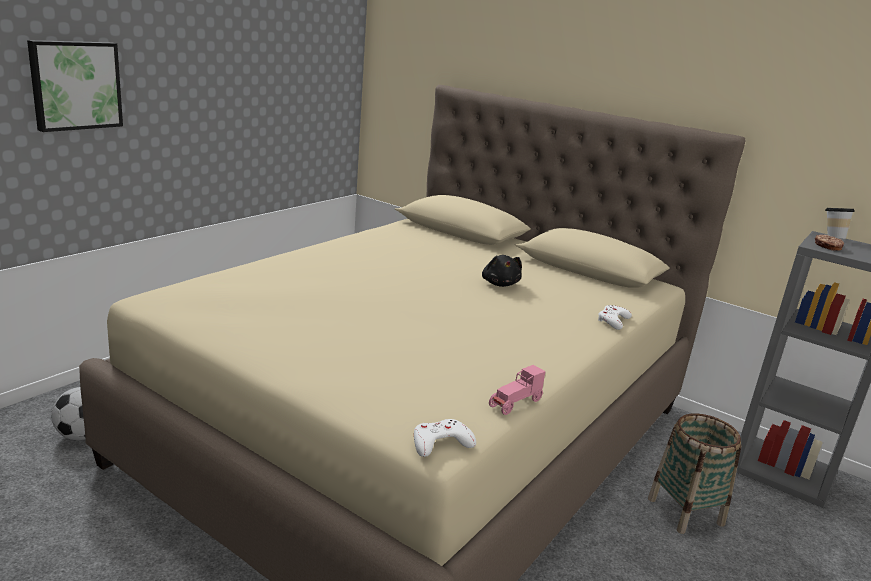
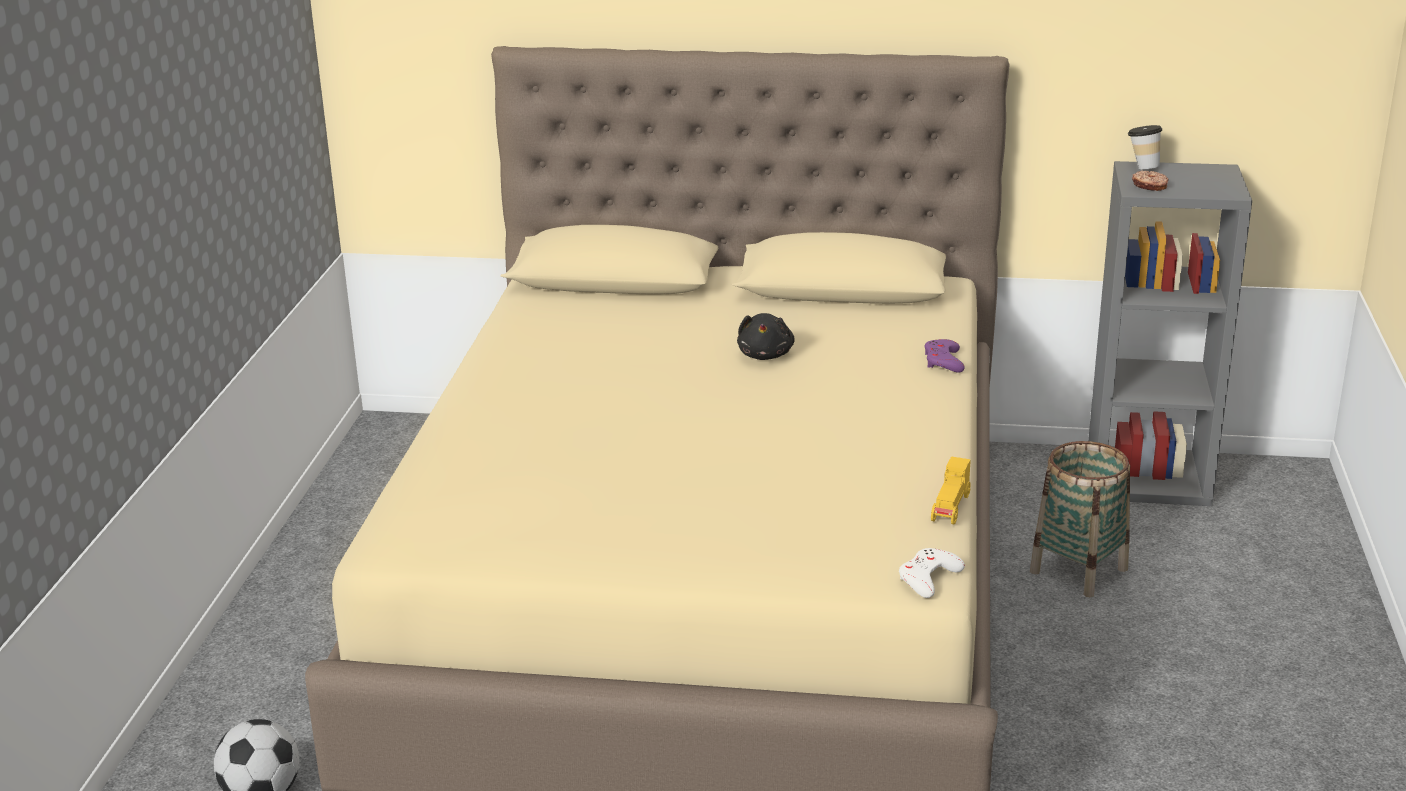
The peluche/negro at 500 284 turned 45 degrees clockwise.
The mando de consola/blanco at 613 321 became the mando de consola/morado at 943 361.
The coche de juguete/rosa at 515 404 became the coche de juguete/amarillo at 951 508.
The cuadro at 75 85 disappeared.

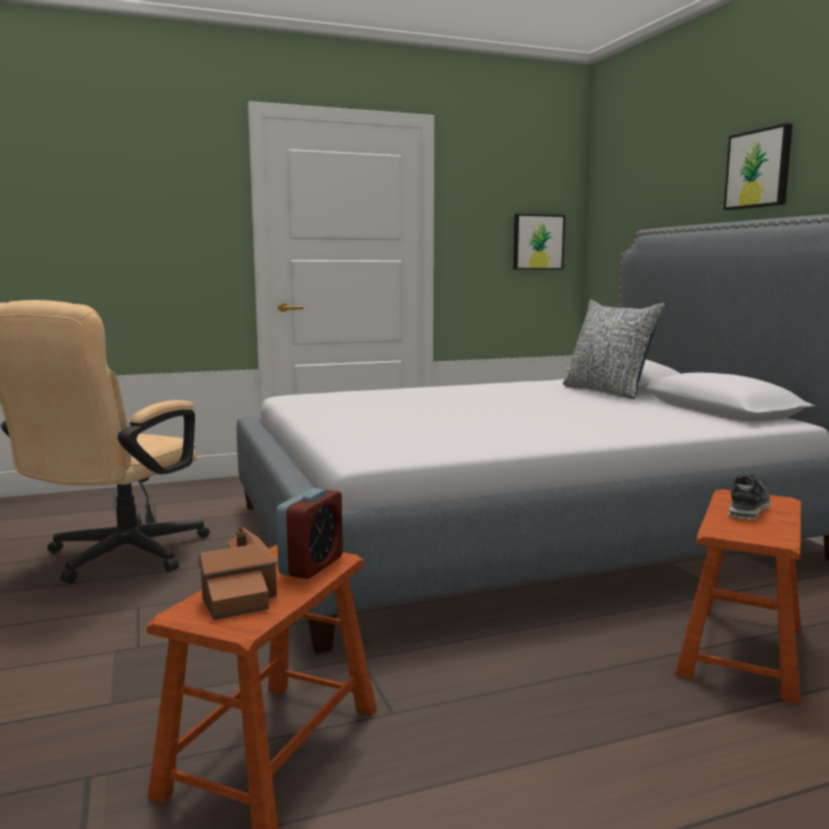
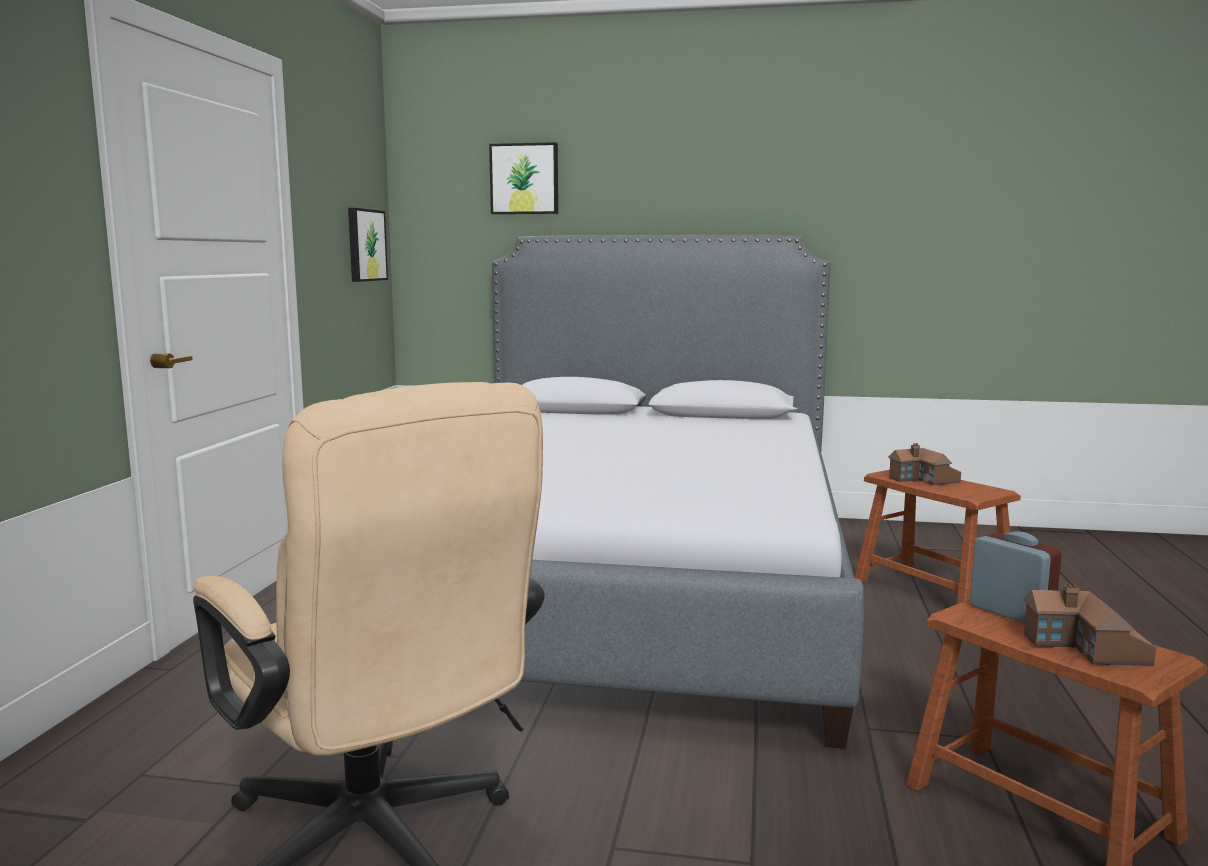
The cuadro moved from 759 169 to 524 179.
The zapato at 747 508 was replaced by the casita at 924 480.
The cojín at 608 392 disappeared.

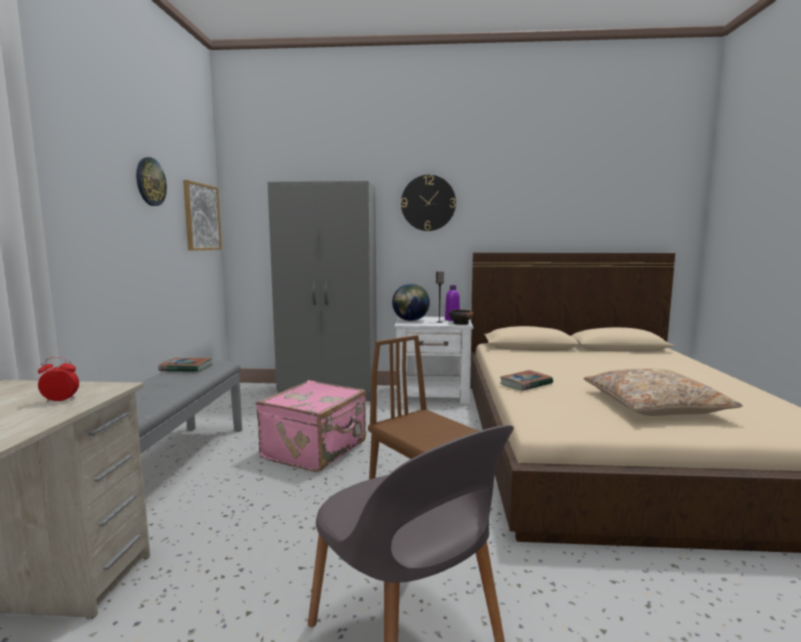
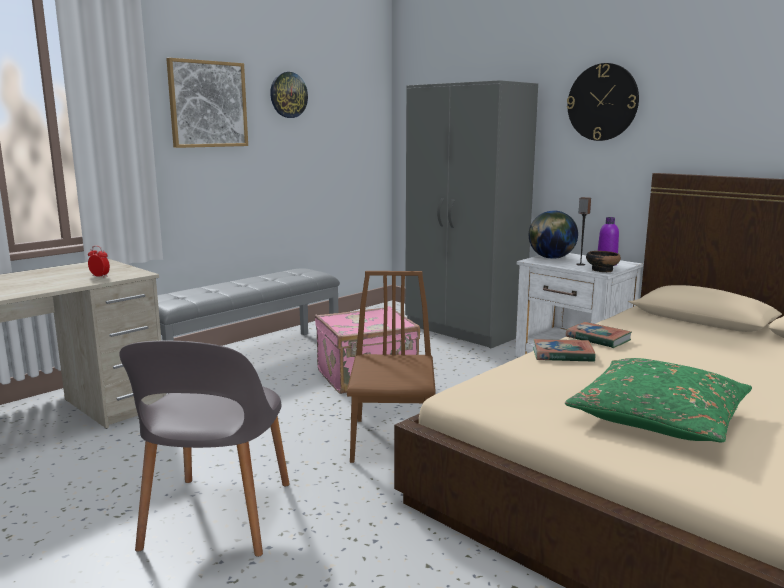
The cuadro moved from 201 217 to 208 104.
The cojín/beis at 654 406 became the cojín/verde at 657 417.
The libro moved from 186 368 to 598 339.

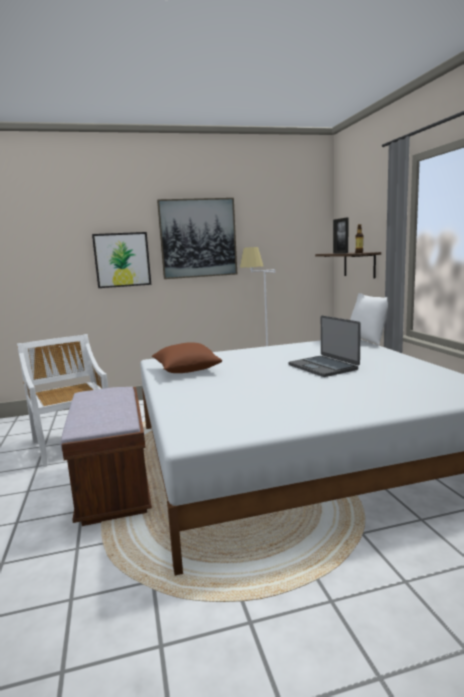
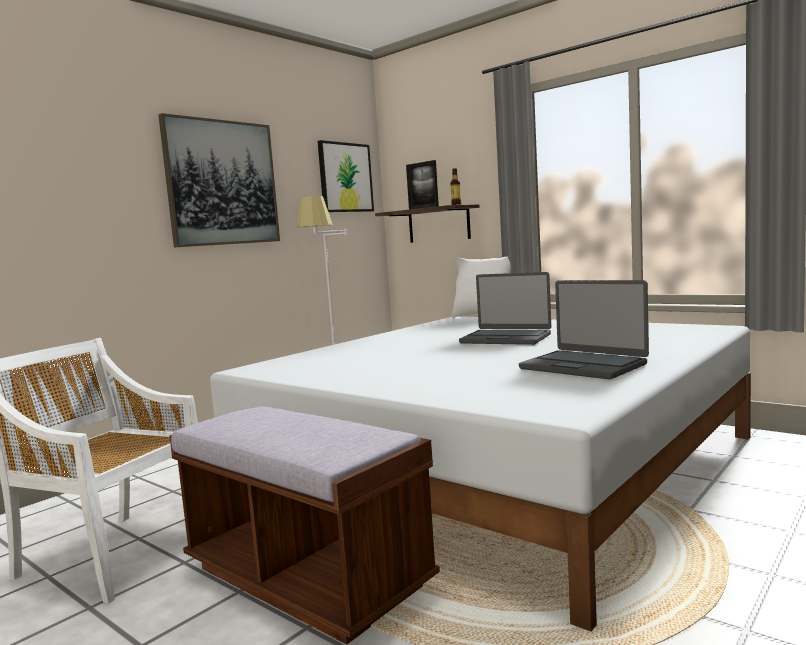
The cuadro moved from 122 260 to 345 177.
The portátil at 583 366 appeared.
The cojín/marrón at 186 370 disappeared.

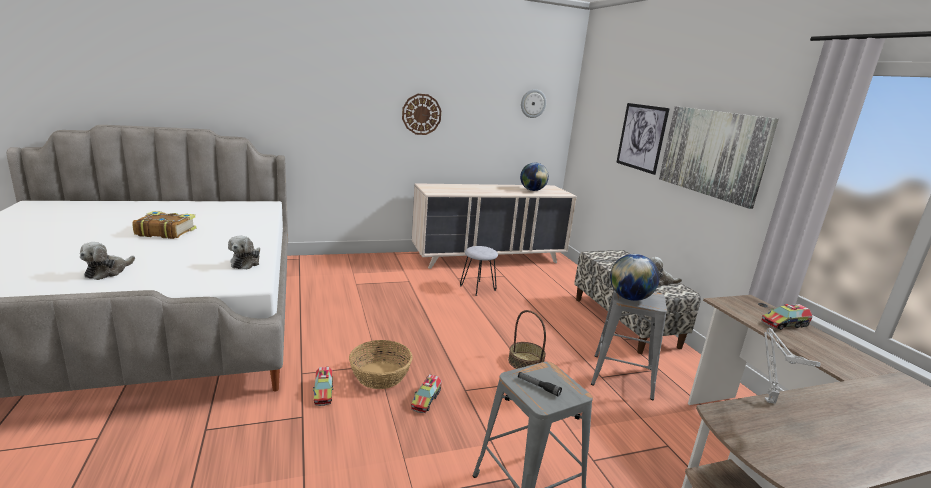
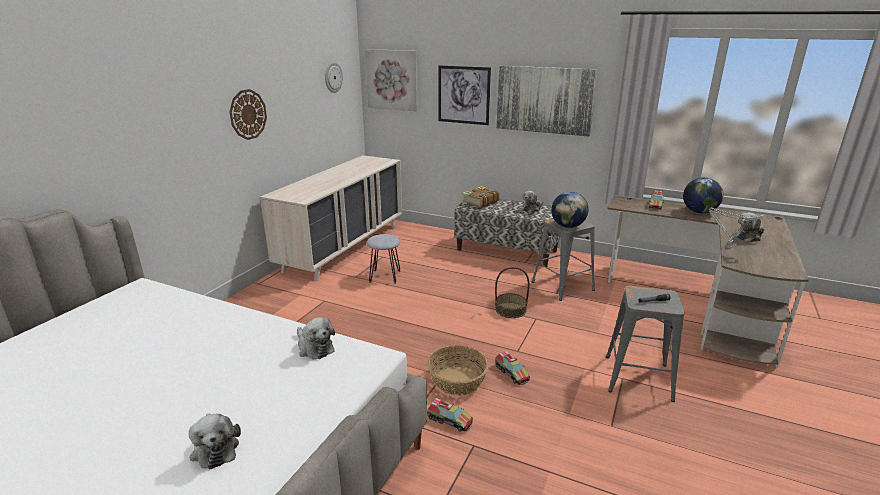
The cuadro at 392 80 appeared.
The libro moved from 165 232 to 479 202.
The globo terráqueo moved from 532 190 to 699 212.
The peluche at 748 236 appeared.

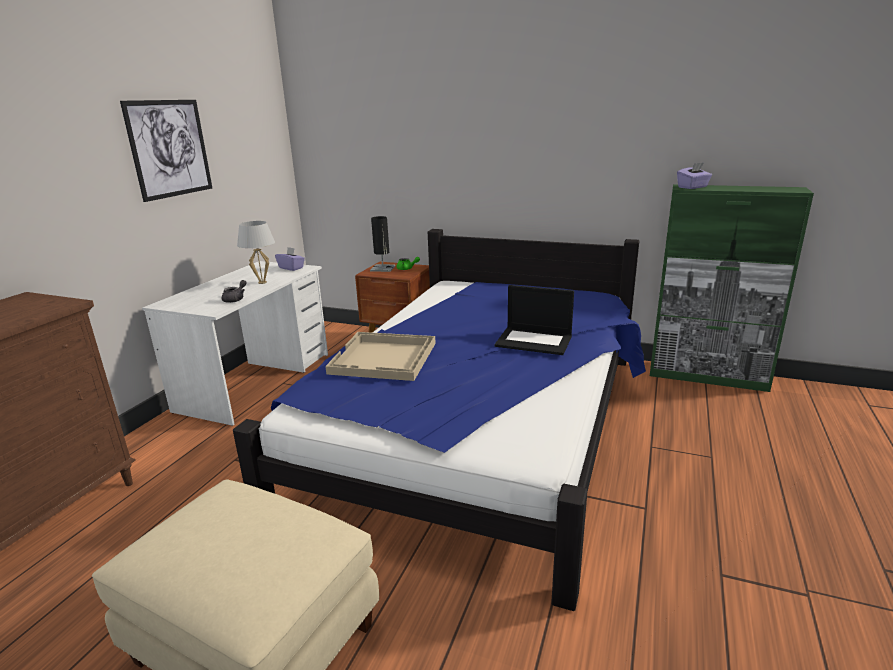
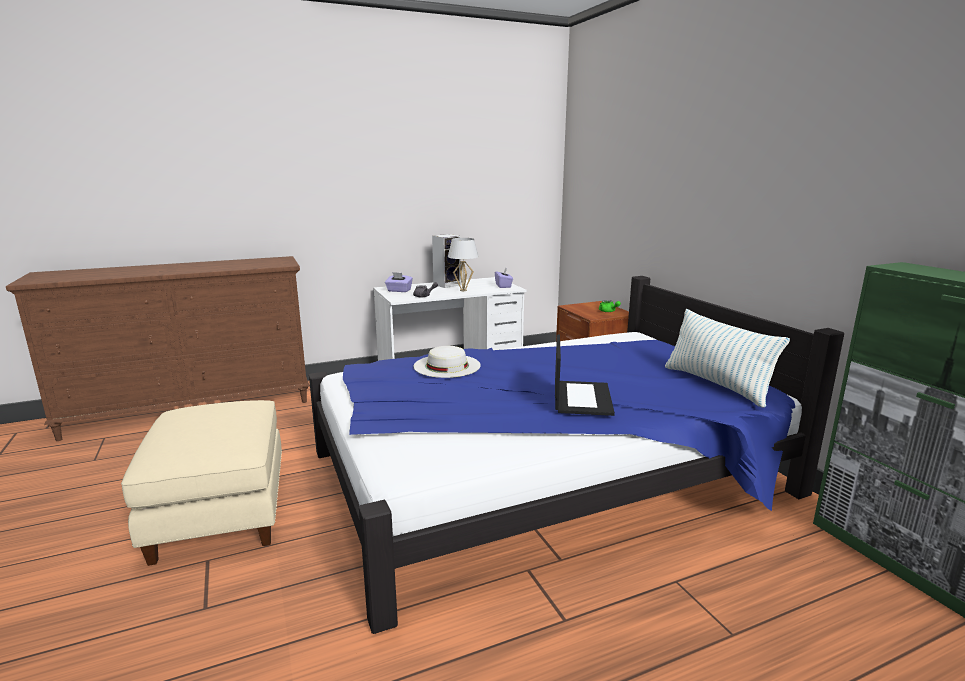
The caja de pañuelos/morado moved from 693 187 to 399 290.
The bandeja/beis at 384 358 was replaced by the sombrero/blanco at 447 365.
The altavoz at 447 284 appeared.
The portátil at 535 341 turned 150 degrees counterclockwise.
The cojín at 716 384 appeared.
The cuadro at 170 148 disappeared.
The lámpara de mesa/negro at 382 268 disappeared.

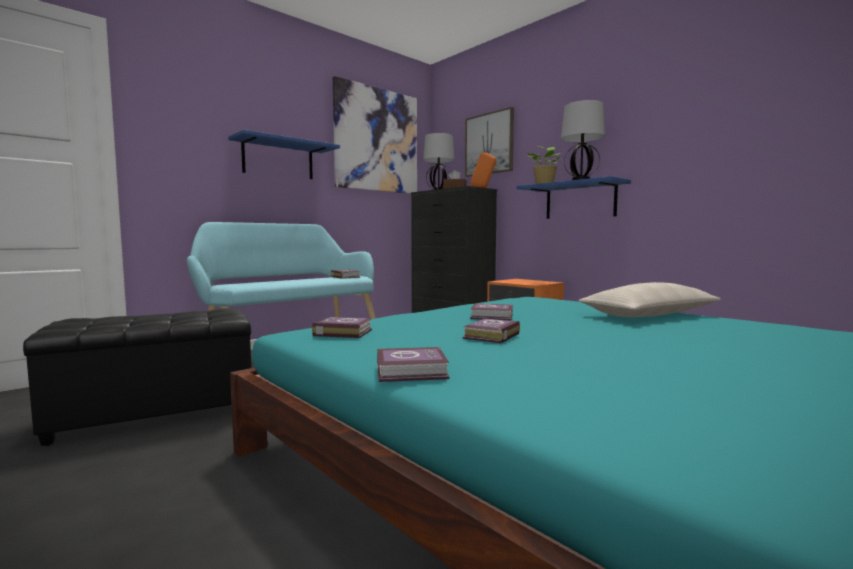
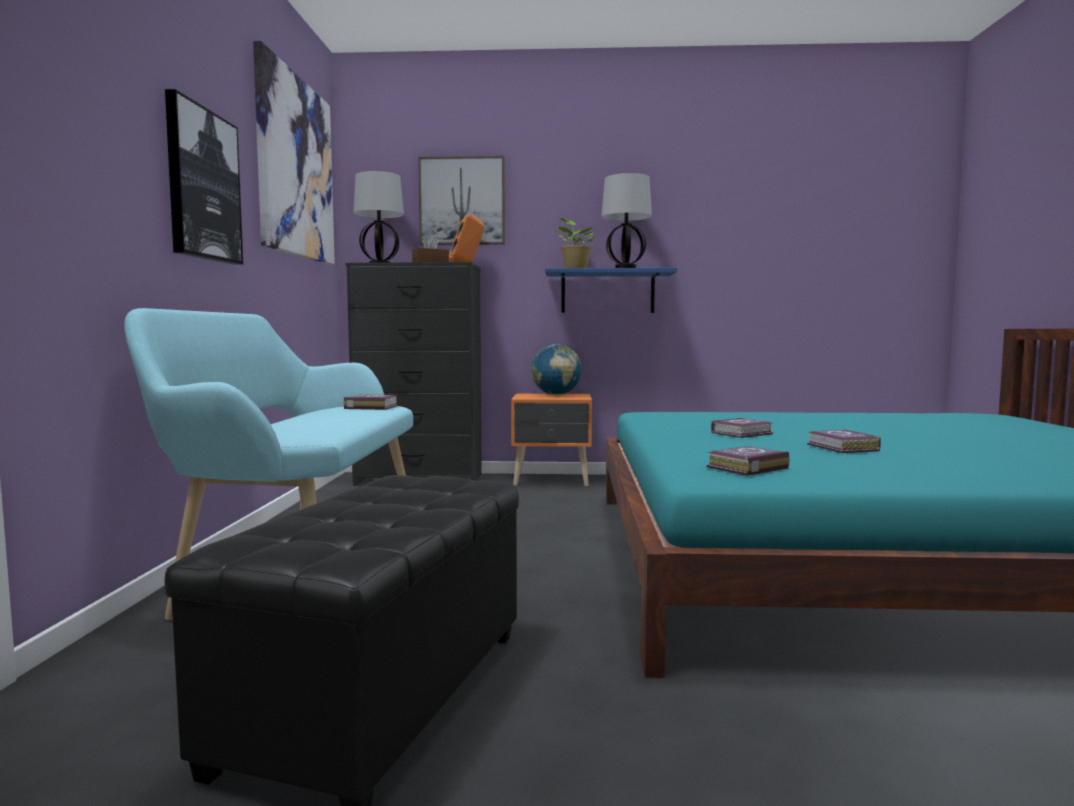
The estante/azul at 278 160 was replaced by the cuadro at 202 185.
The globo terráqueo at 556 395 appeared.
The libro at 413 372 disappeared.
The cojín/beis at 649 315 disappeared.

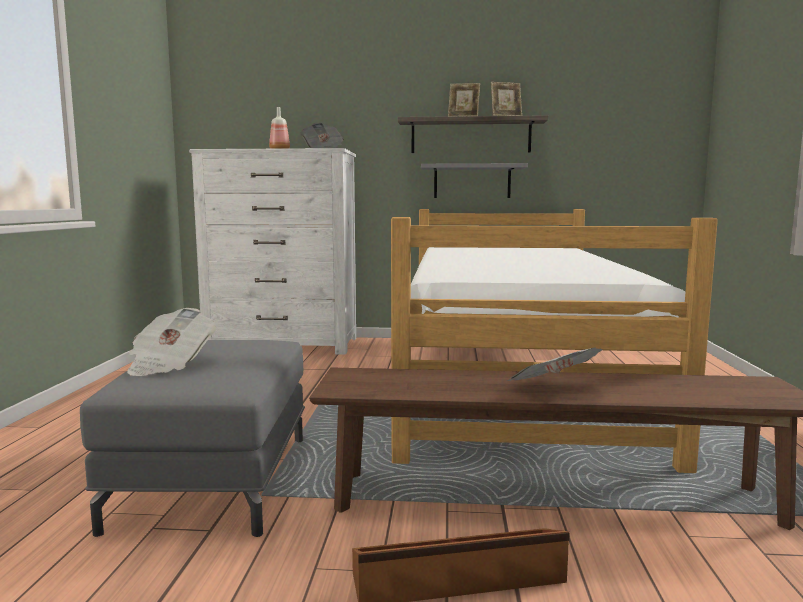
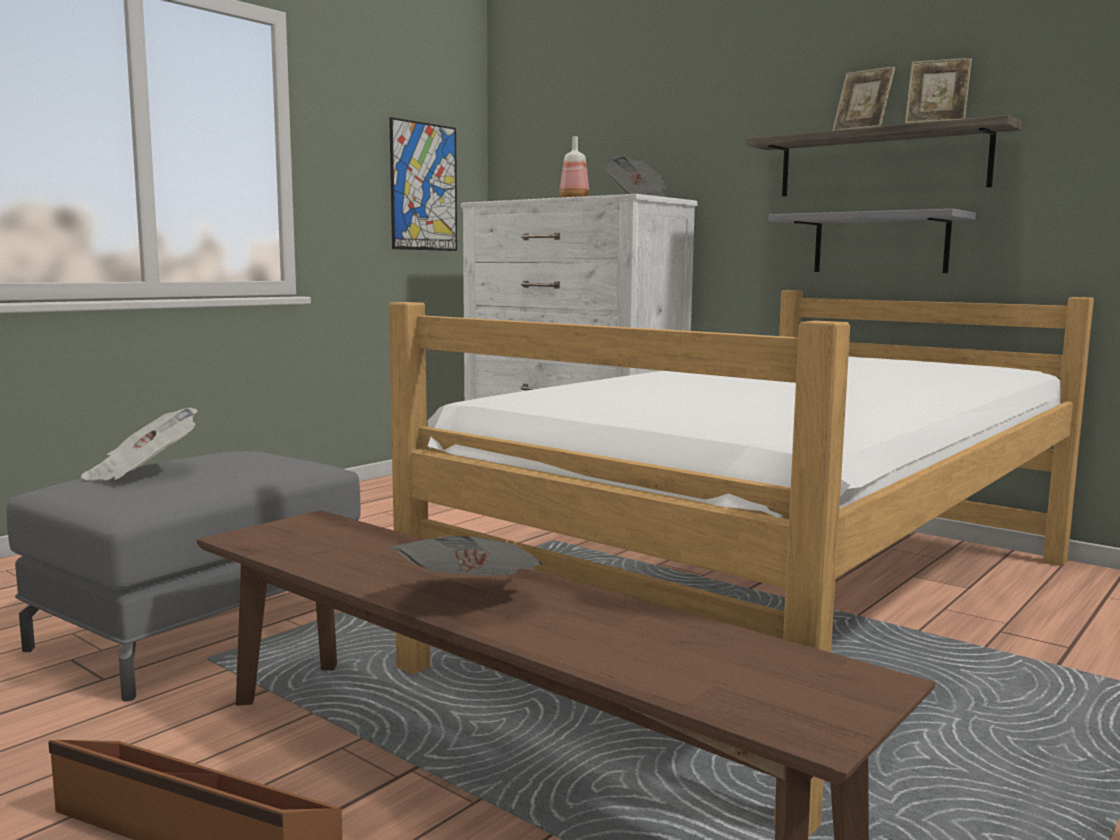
The cuadro at 424 187 appeared.

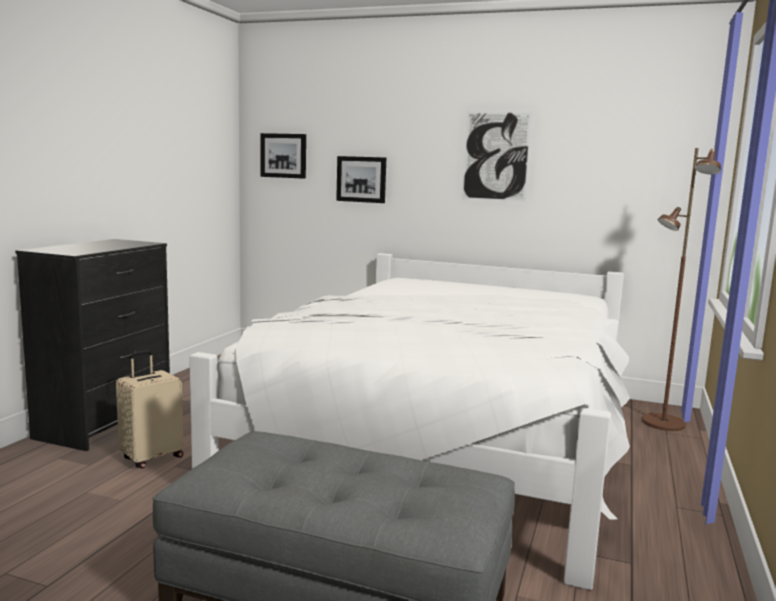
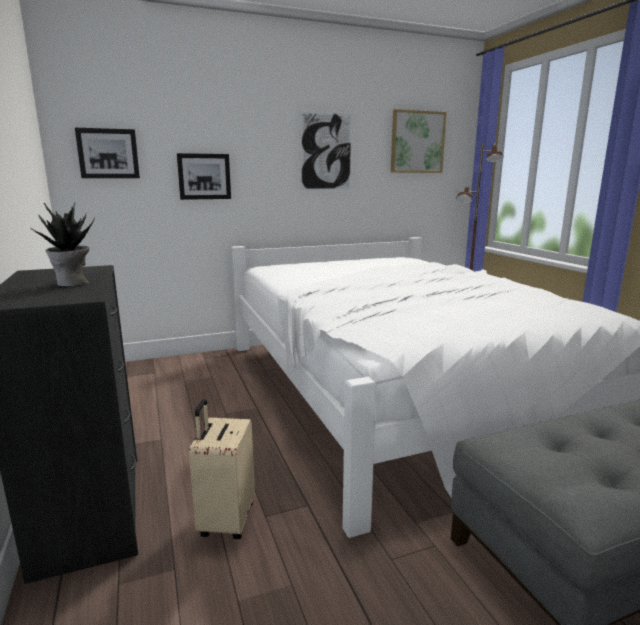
The planta en maceta at 72 283 appeared.
The cuadro at 417 142 appeared.

